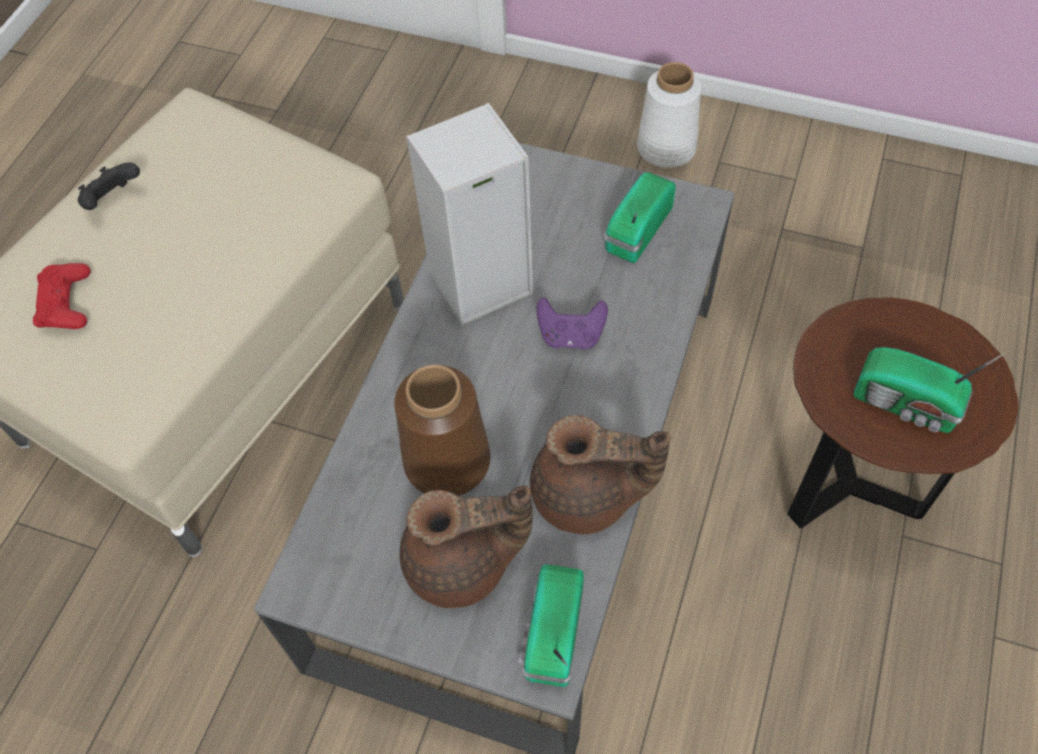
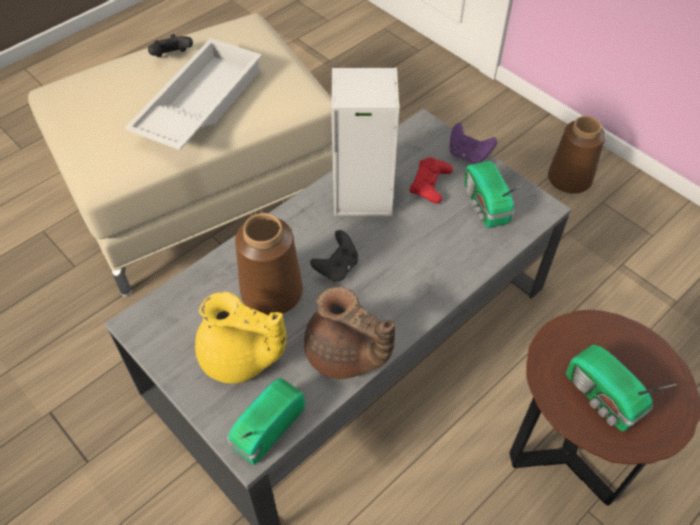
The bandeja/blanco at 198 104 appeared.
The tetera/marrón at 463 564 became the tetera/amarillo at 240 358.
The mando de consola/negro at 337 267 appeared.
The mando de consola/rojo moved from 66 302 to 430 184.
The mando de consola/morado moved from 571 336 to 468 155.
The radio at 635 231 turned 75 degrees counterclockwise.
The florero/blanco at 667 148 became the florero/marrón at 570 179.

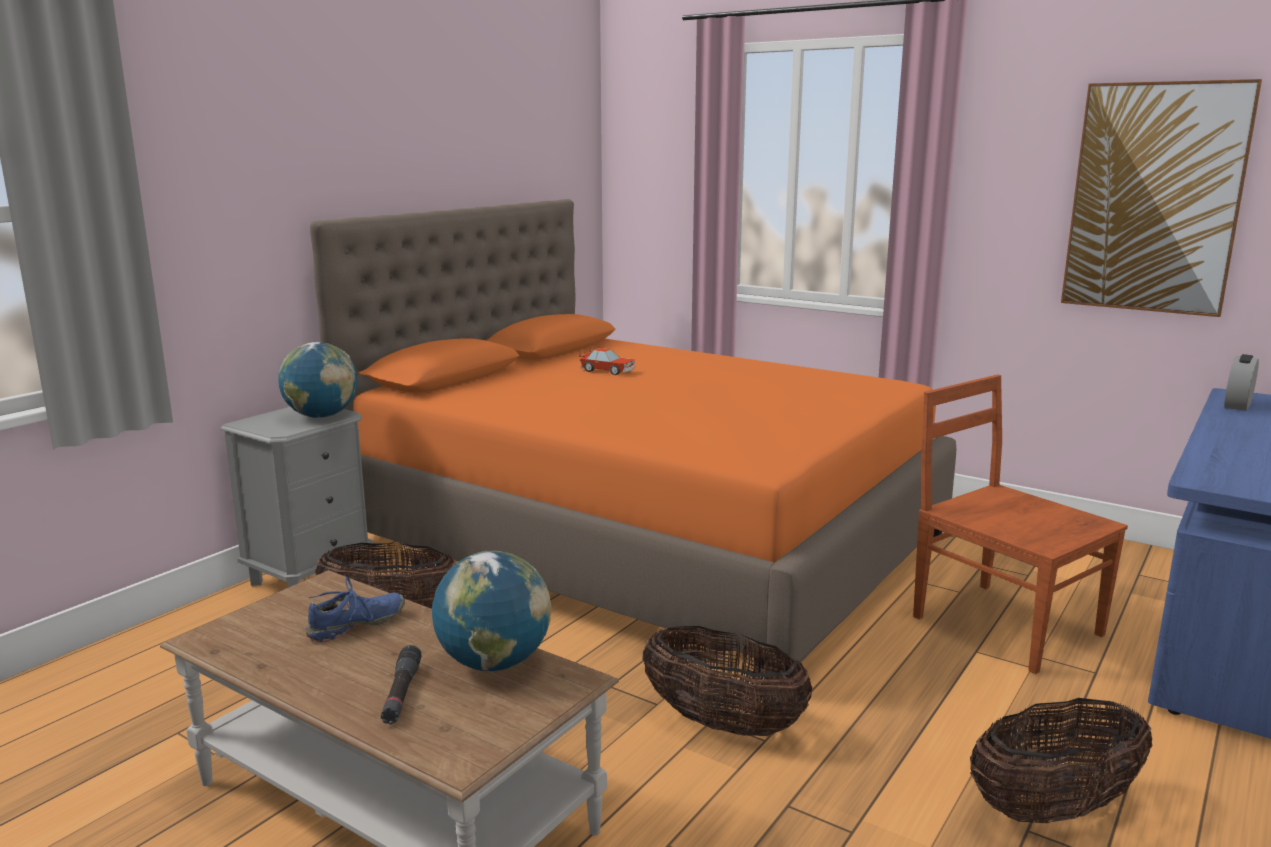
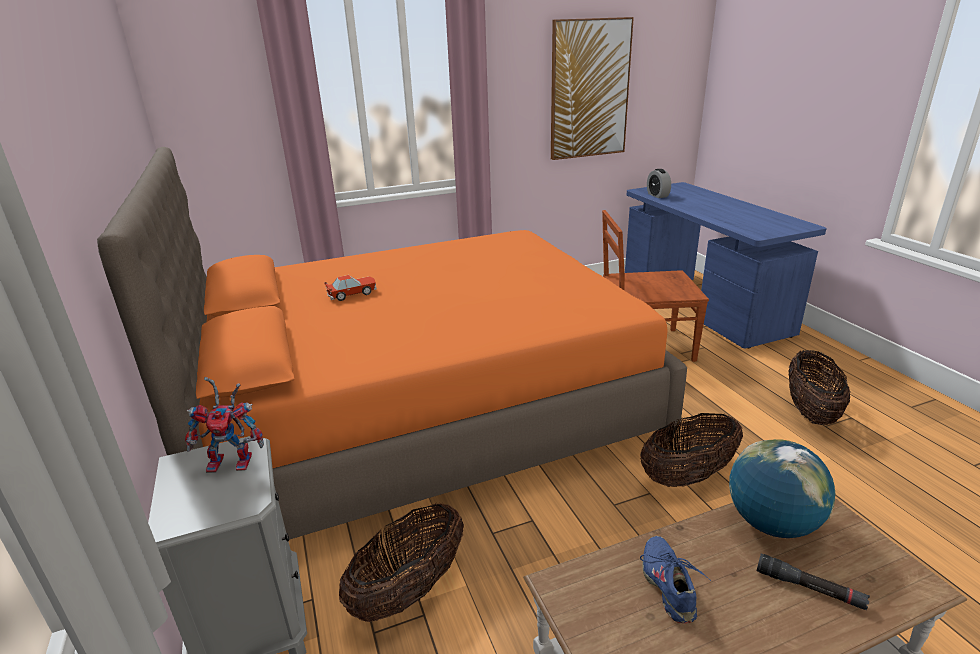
The globo terráqueo at 321 416 was replaced by the robot de juguete at 235 461.

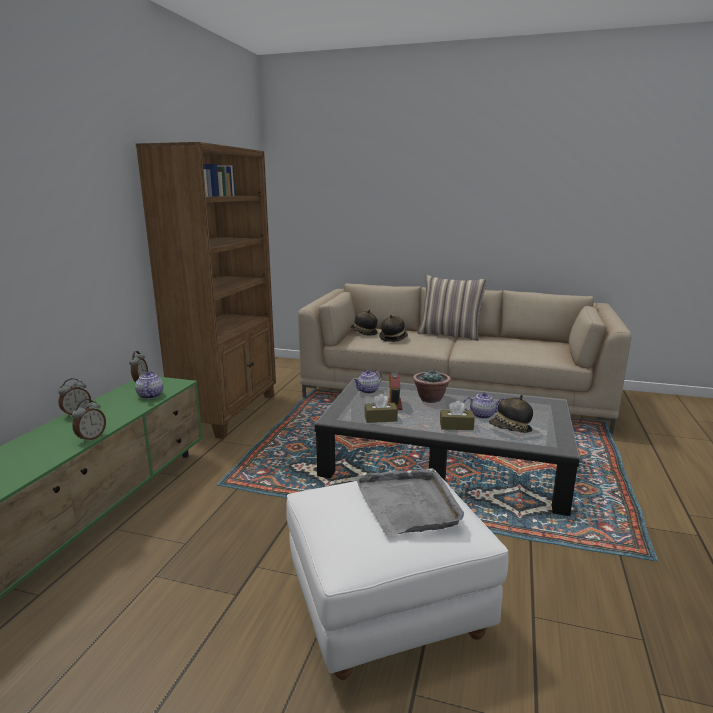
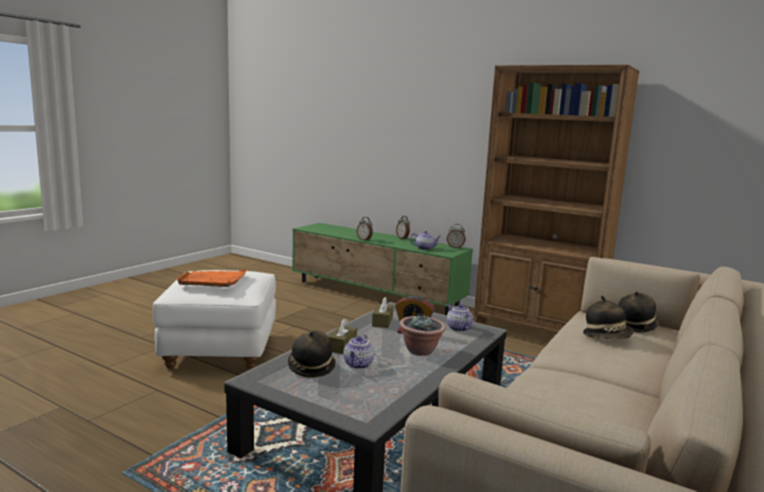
The bandeja/gris at 409 503 became the bandeja/naranja at 213 280.
The cojín at 450 335 disappeared.

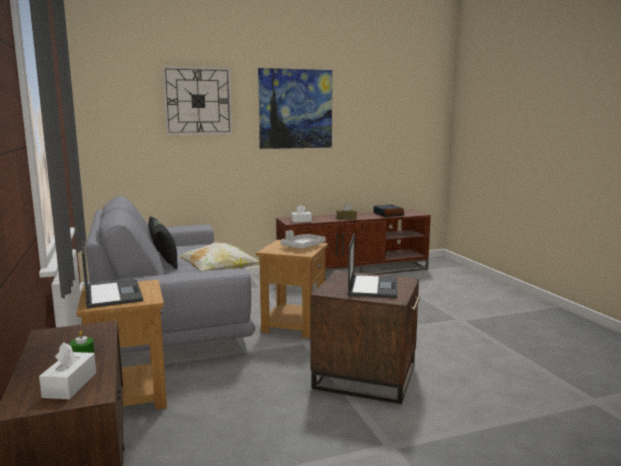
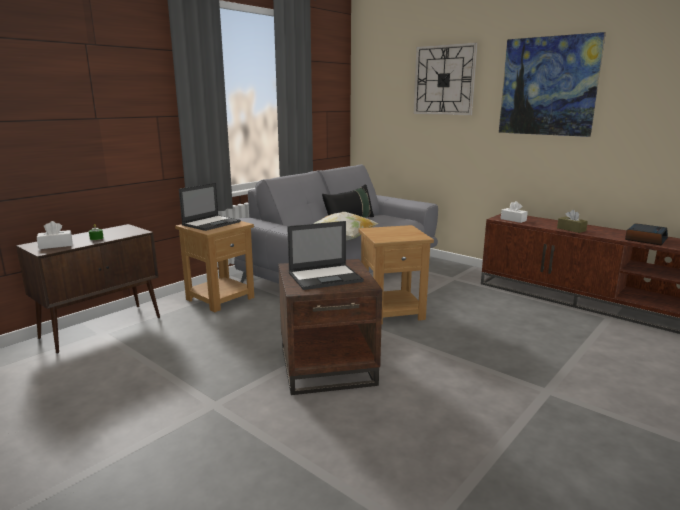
The bandeja/gris at 303 246 disappeared.

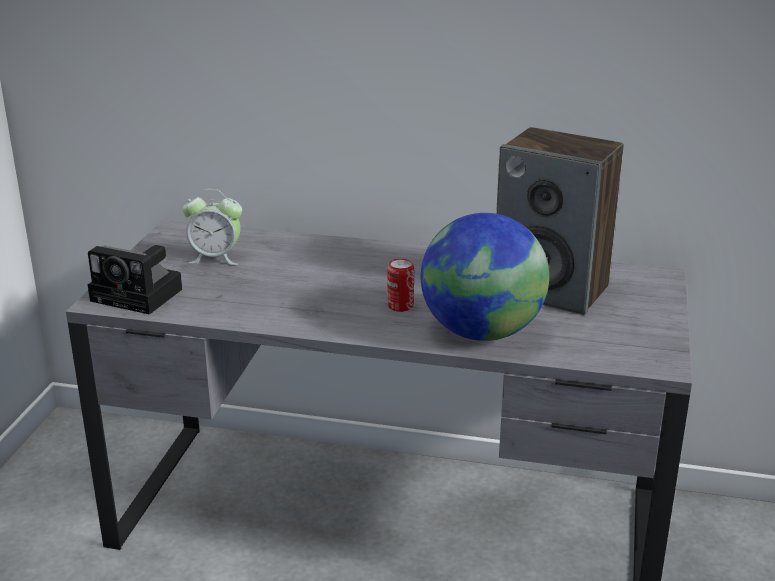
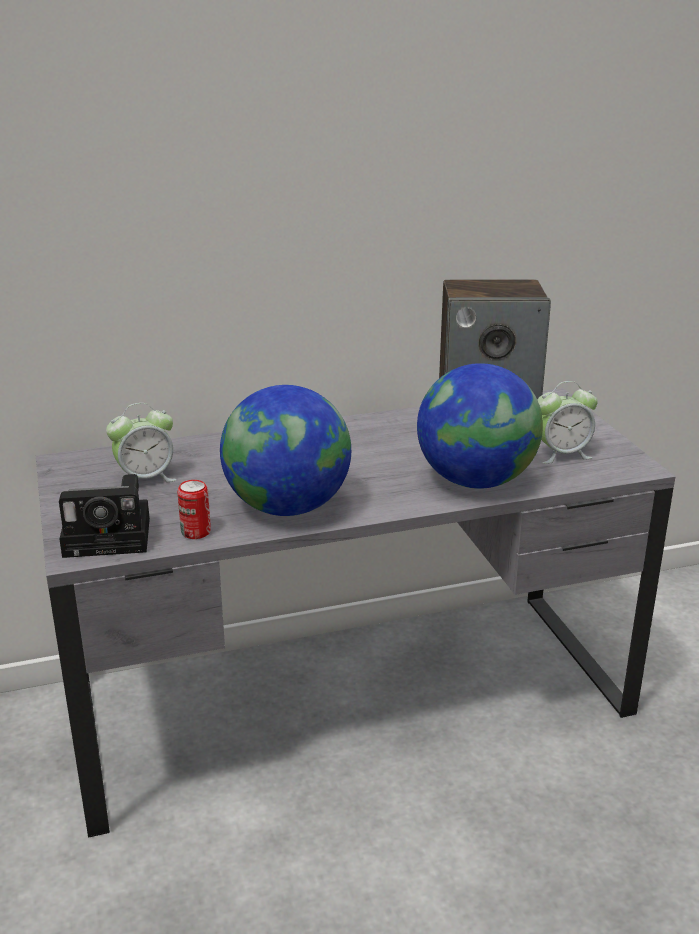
The lata moved from 400 306 to 196 532.
The globo terráqueo at 287 507 appeared.
The despertador at 562 454 appeared.

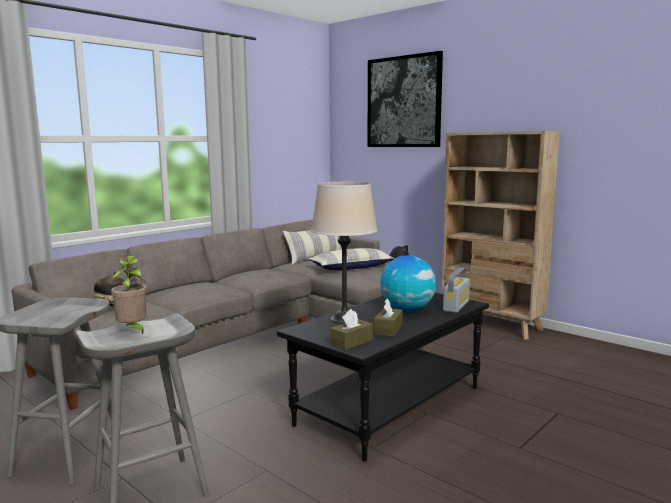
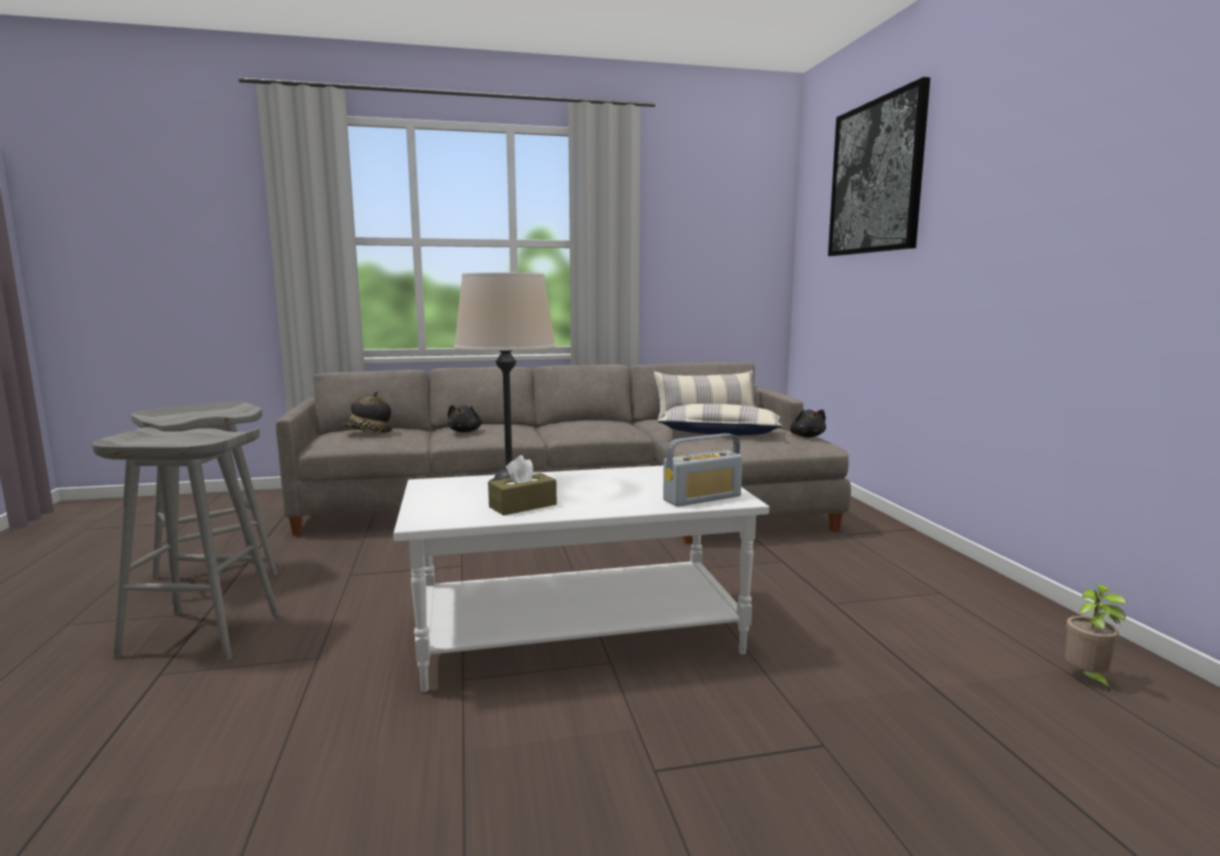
The mesa de centro/negro at 389 405 became the mesa de centro/blanco at 579 633.
The peluche/negro at 465 431 appeared.
The planta en maceta moved from 133 330 to 1087 679.
The caja de pañuelos/marrón at 351 342 disappeared.
The globo terráqueo at 407 309 disappeared.
The estantería/beis at 491 324 disappeared.

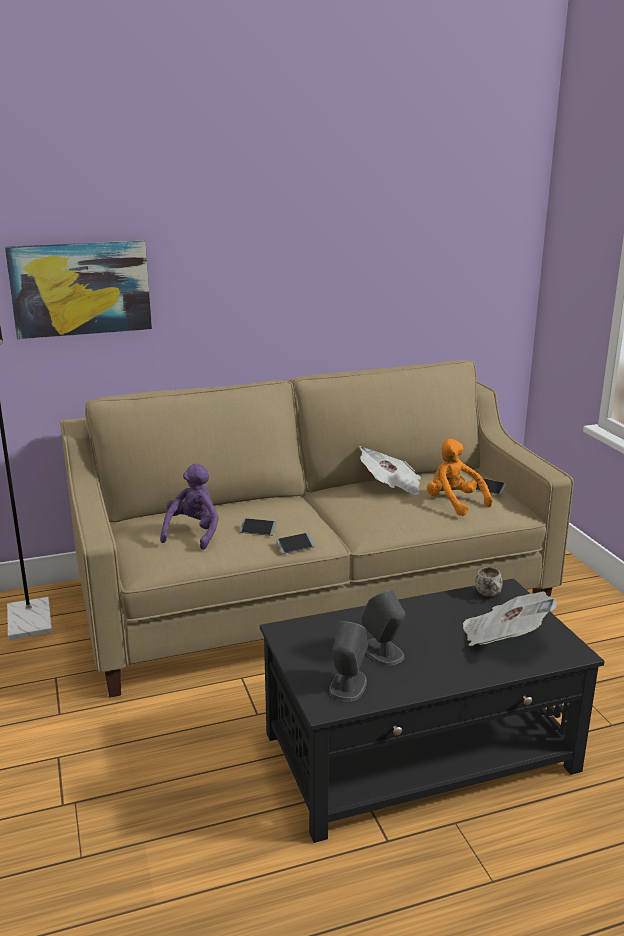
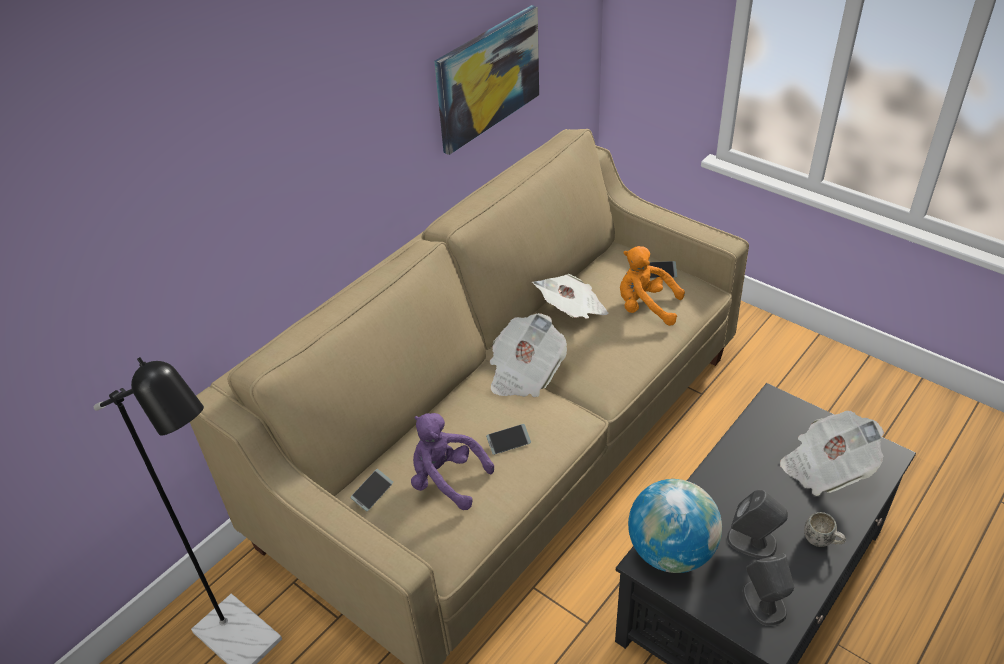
The móvil moved from 295 546 to 372 493.
The peluche/morado at 193 533 turned 45 degrees counterclockwise.
The cuadro moved from 80 288 to 487 78.
The periódico at 524 373 appeared.
The globo terráqueo at 671 551 appeared.
The taza grande/blanco moved from 490 595 to 822 541.

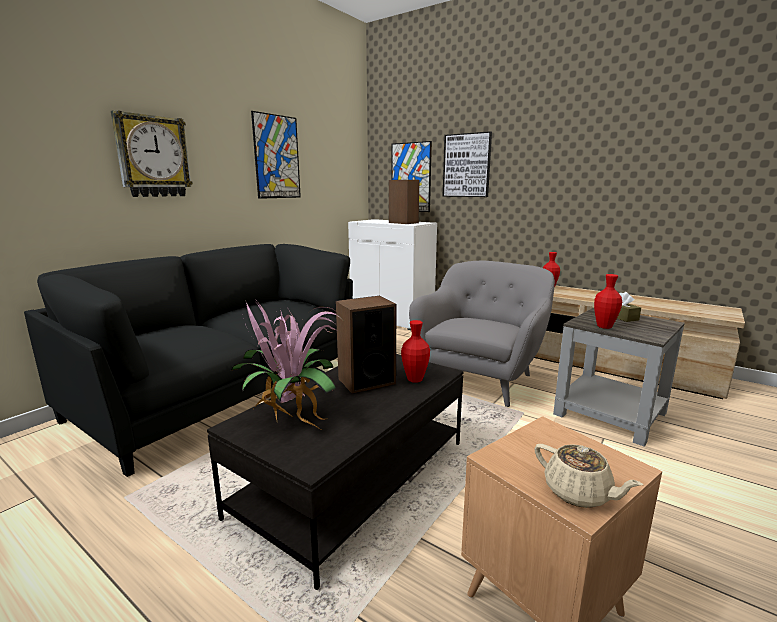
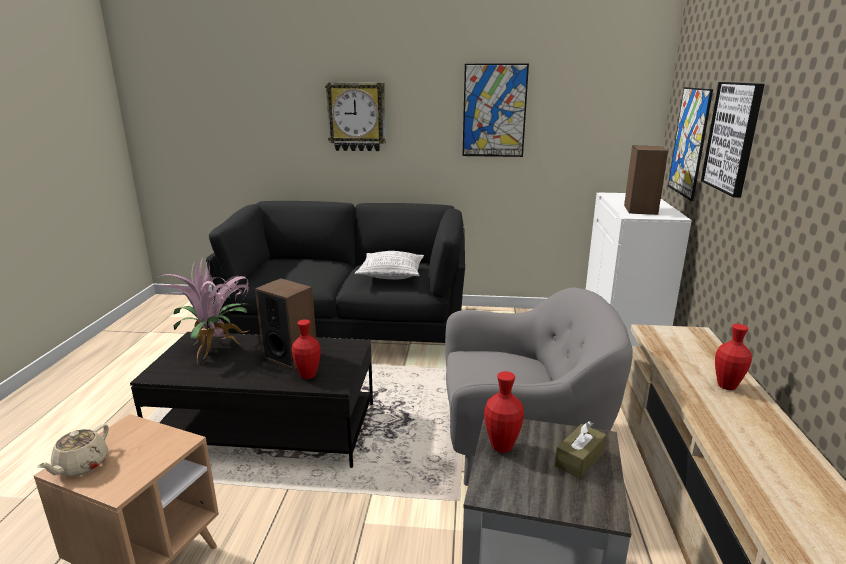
The cojín at 391 274 appeared.

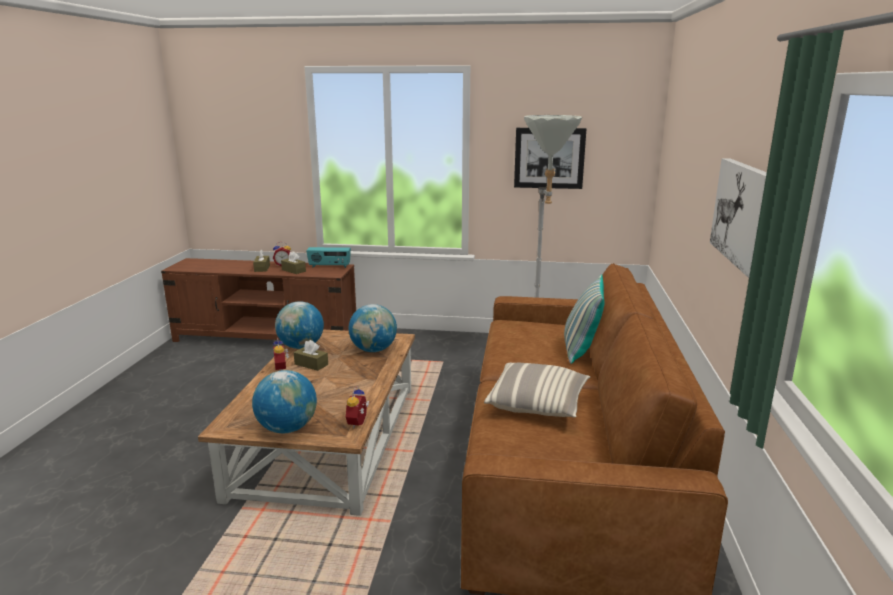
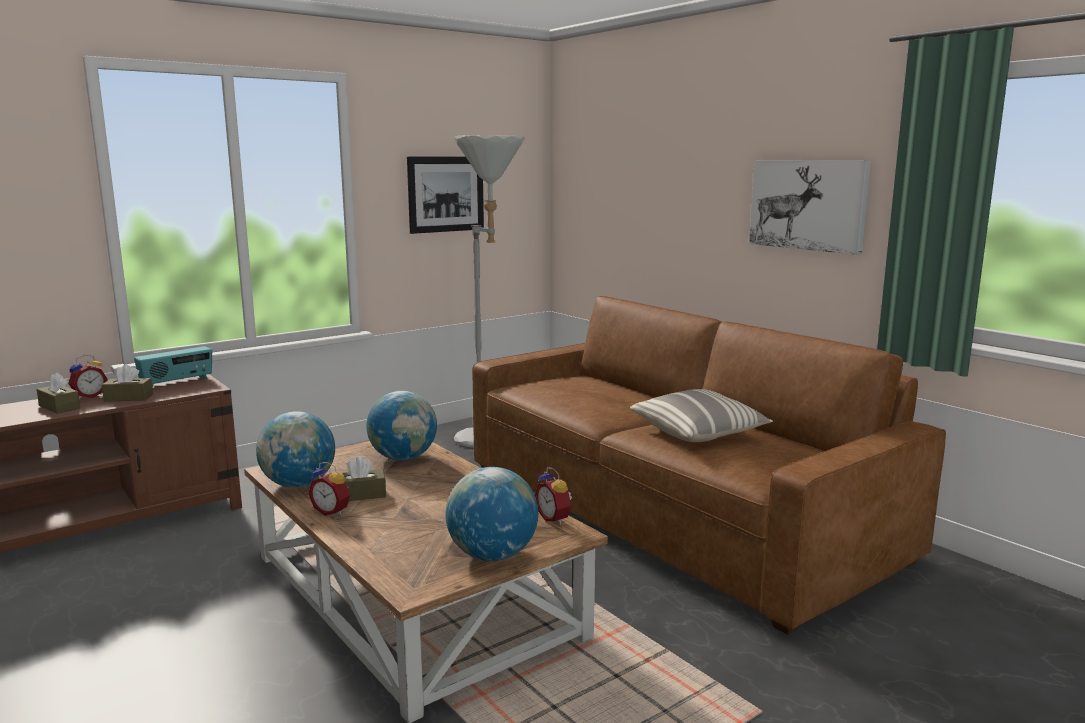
The cojín at 581 350 disappeared.

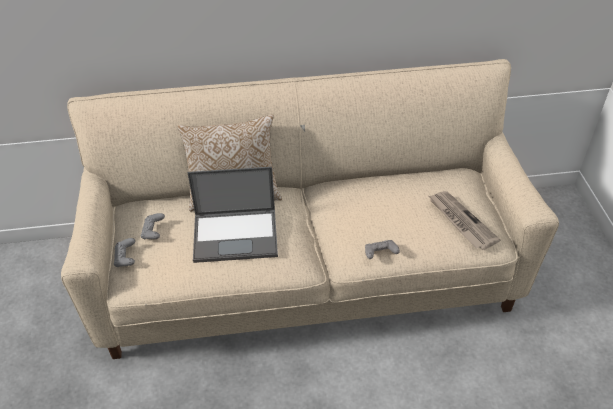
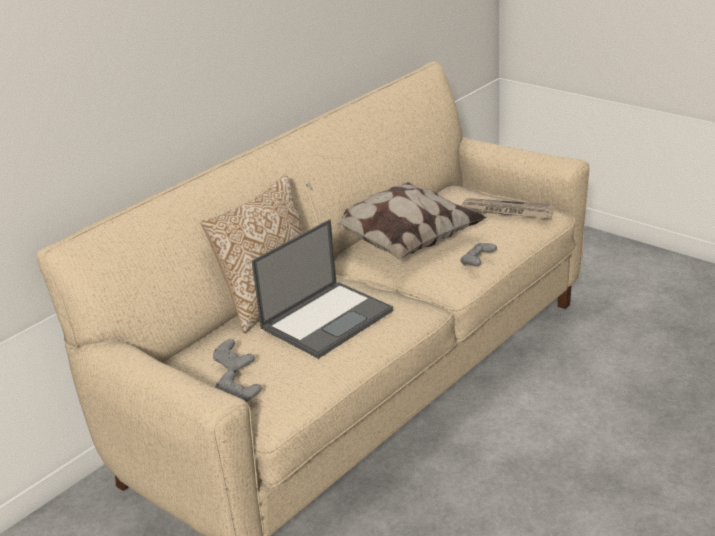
The cojín at 402 243 appeared.

